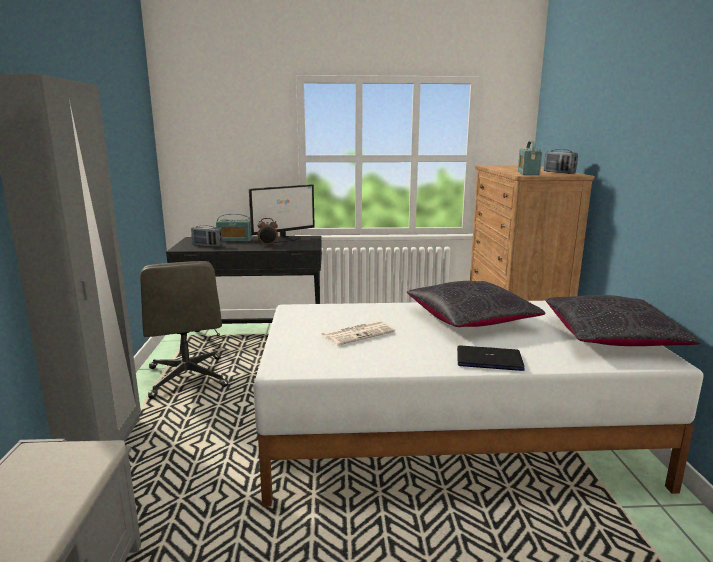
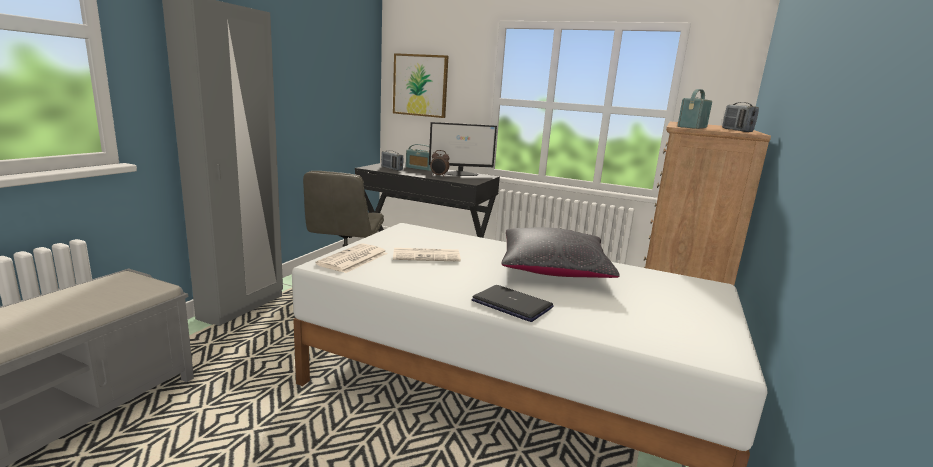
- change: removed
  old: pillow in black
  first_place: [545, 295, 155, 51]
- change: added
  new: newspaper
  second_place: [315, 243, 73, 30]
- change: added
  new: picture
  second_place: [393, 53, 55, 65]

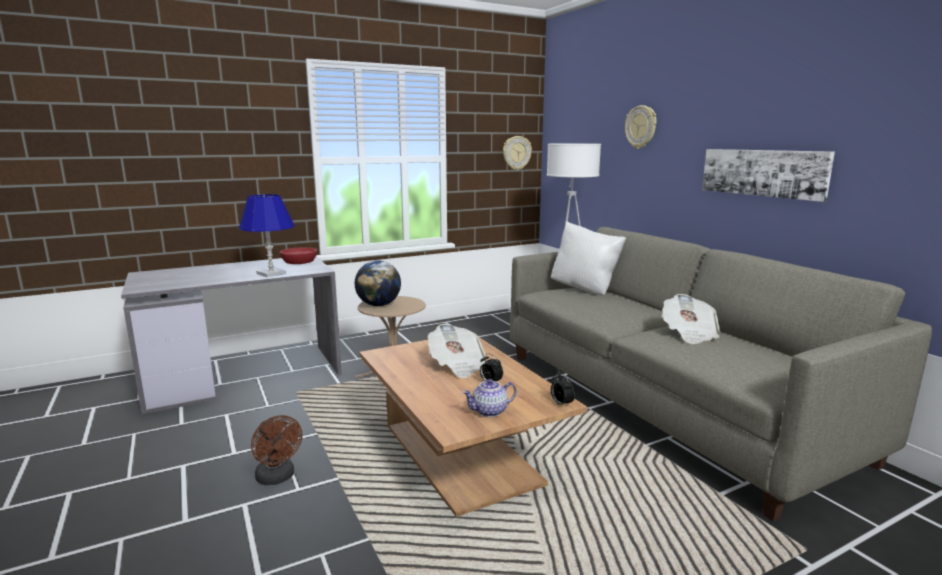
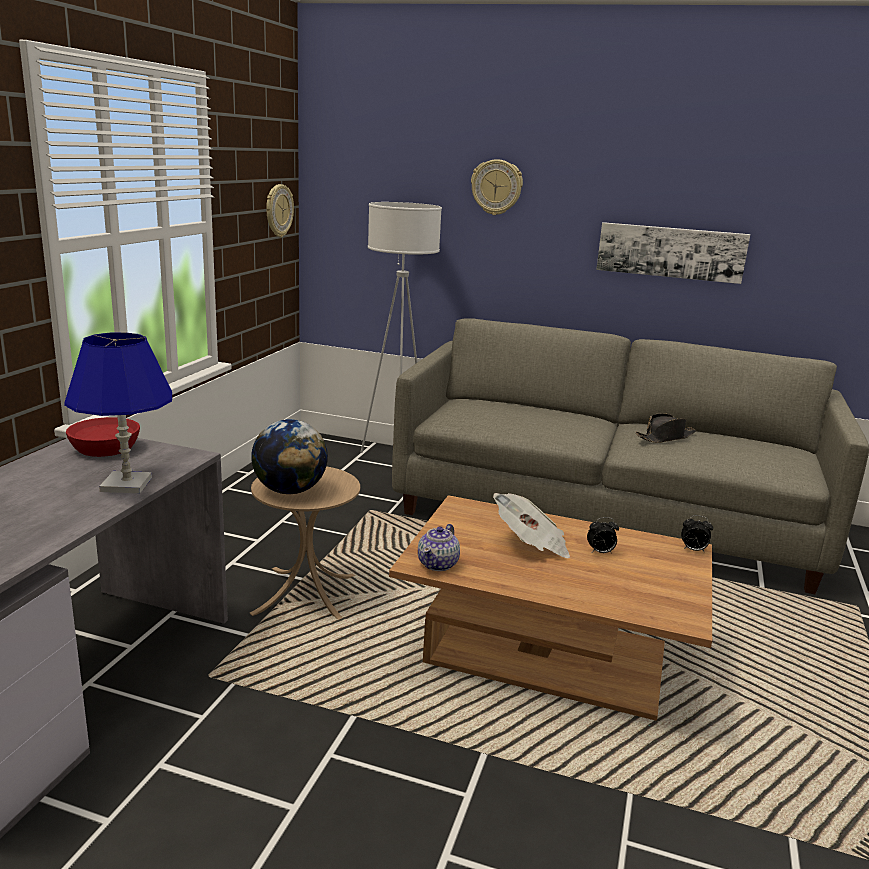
- change: removed
  old: fan in brown
  first_place: [251, 415, 51, 70]
- change: moved
  old: teapot
  first_place: [462, 379, 55, 38]
  second_place: [418, 524, 42, 47]
- change: removed
  old: pillow in white
  first_place: [551, 221, 75, 74]
- change: replaced
  old: newspaper
  new: hat in black
  first_place: [662, 294, 58, 50]
  second_place: [635, 413, 61, 30]

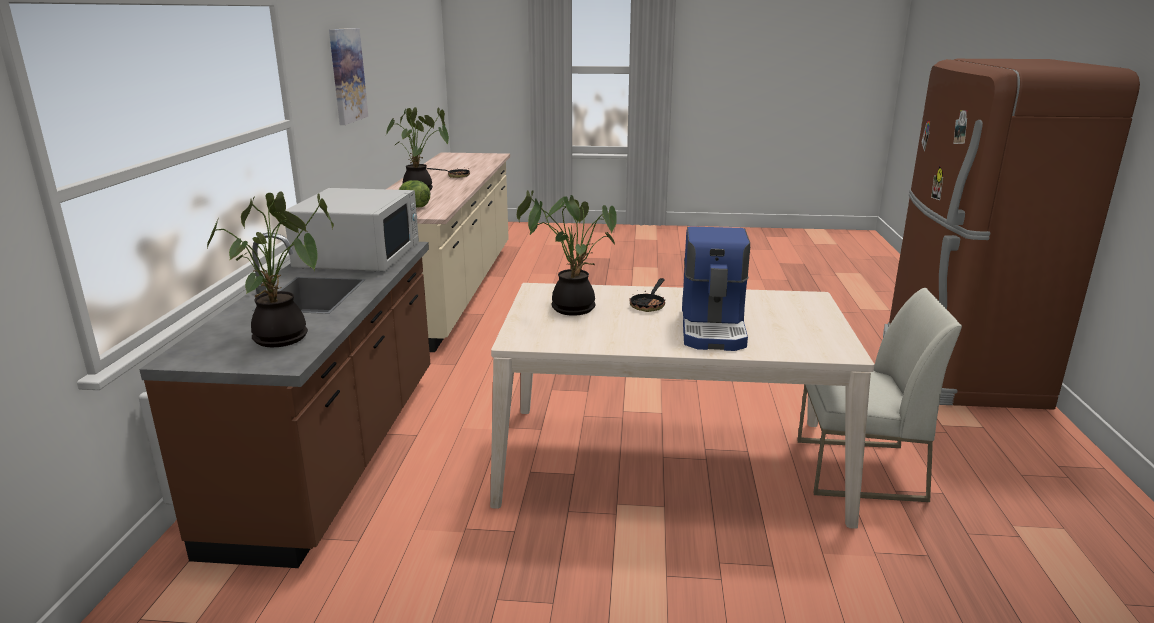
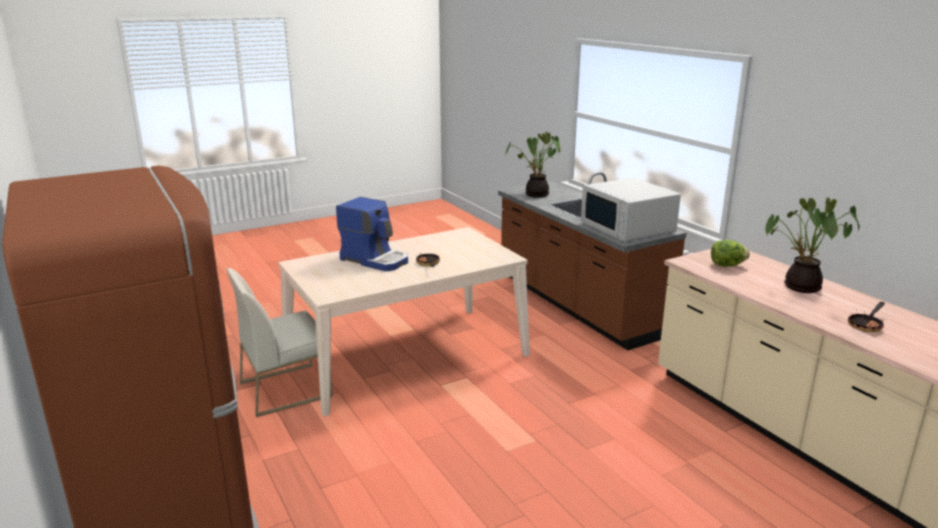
- change: removed
  old: picture
  first_place: [329, 28, 39, 97]
- change: removed
  old: potted plant
  first_place: [517, 190, 100, 126]
- change: turned
  old: coffee machine
  first_place: [682, 226, 68, 125]
  second_place: [336, 197, 72, 74]
  degrees: 150

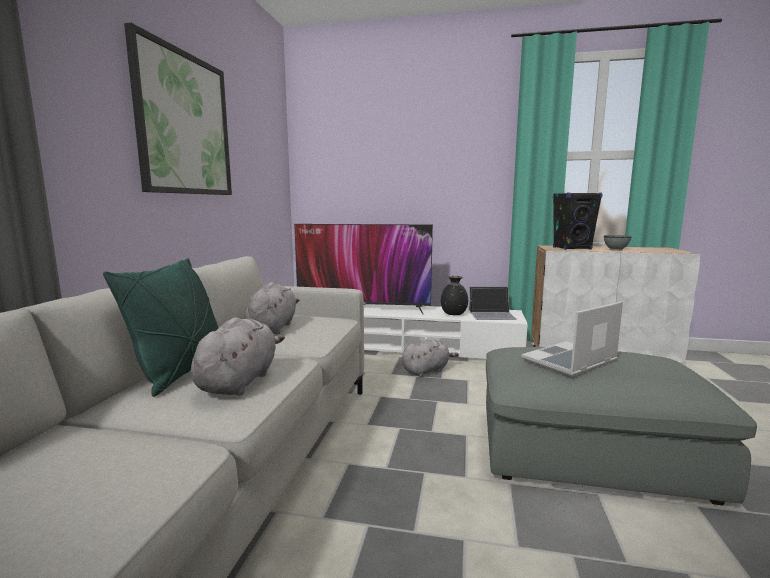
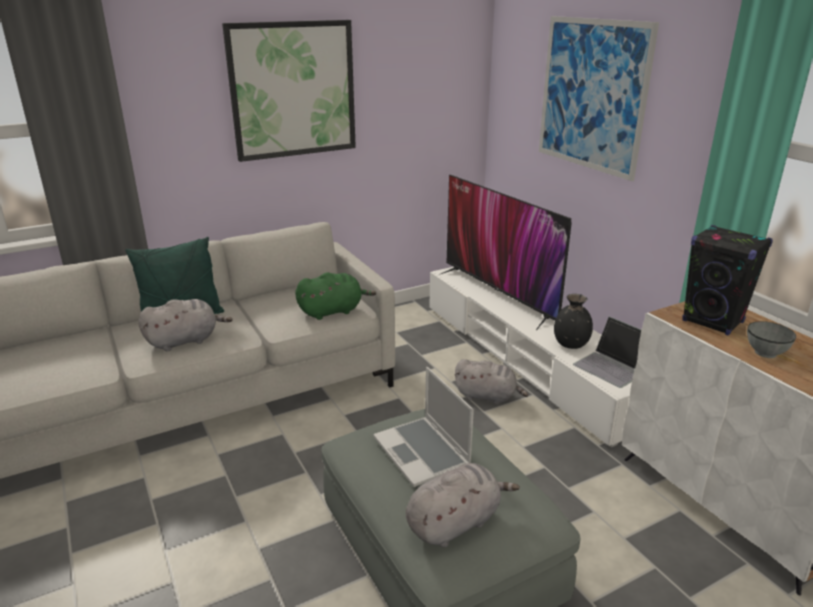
- change: moved
  old: plush toy in grey
  first_place: [244, 282, 55, 53]
  second_place: [406, 463, 114, 84]
- change: turned
  old: laptop
  first_place: [521, 301, 102, 76]
  second_place: [373, 367, 101, 120]
  degrees: -135
- change: added
  new: plush toy in green
  second_place: [295, 273, 81, 47]
- change: added
  new: picture
  second_place: [539, 16, 120, 165]

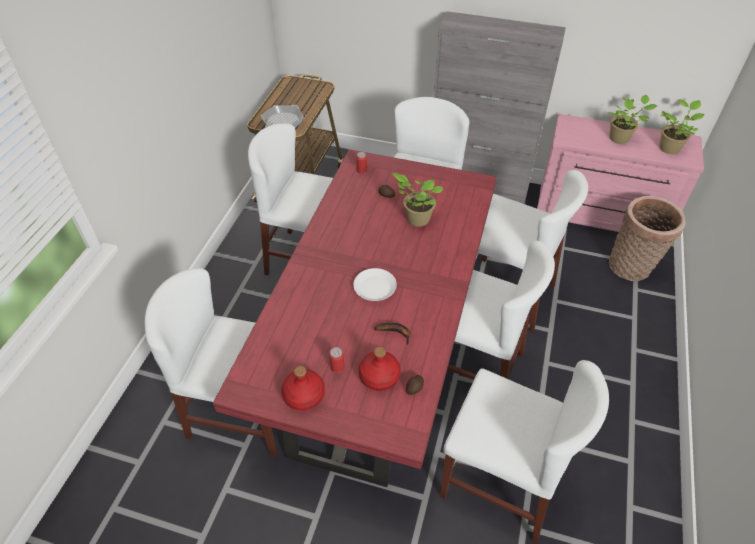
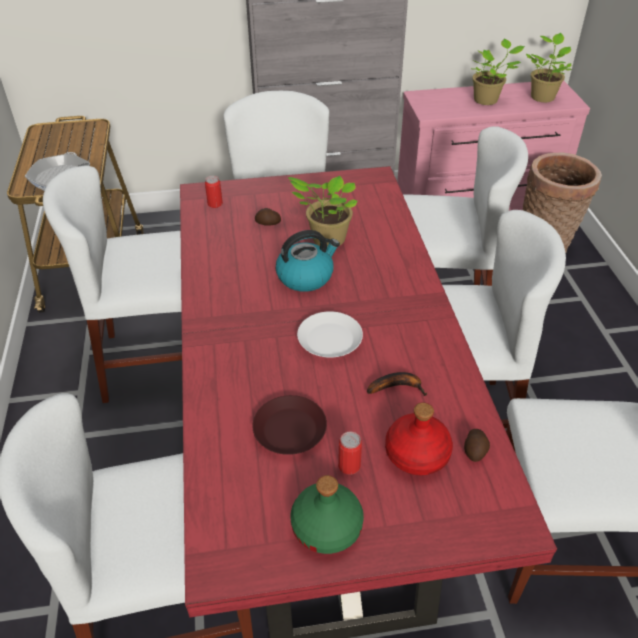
- change: recoloured
  old: bottle in red
  new: bottle in green
  first_place: [281, 365, 44, 45]
  second_place: [290, 475, 74, 79]
- change: added
  new: plate in brown
  second_place: [252, 395, 75, 60]
- change: added
  new: kettle
  second_place: [276, 230, 64, 61]

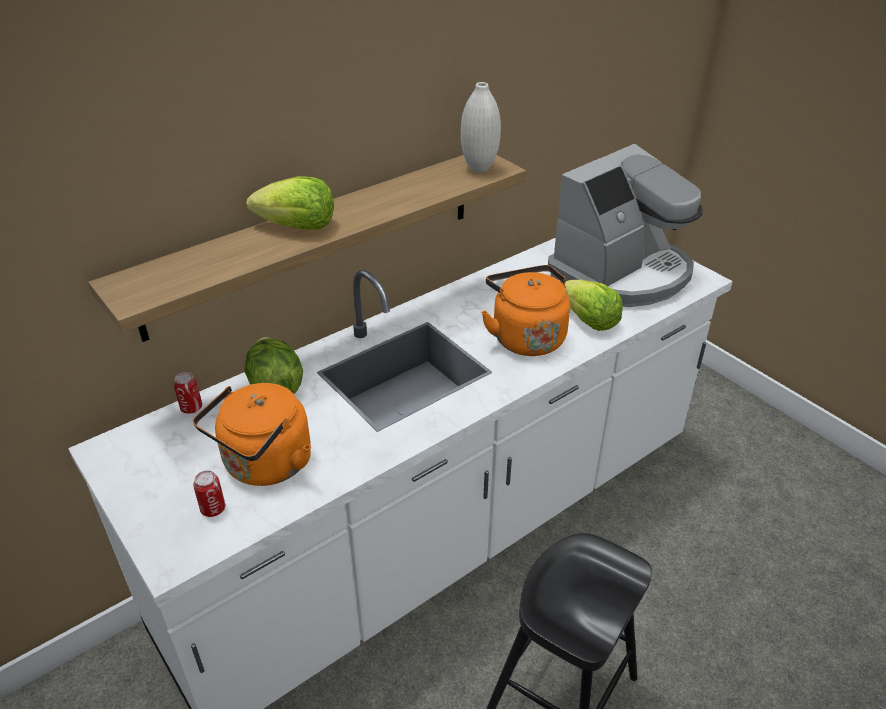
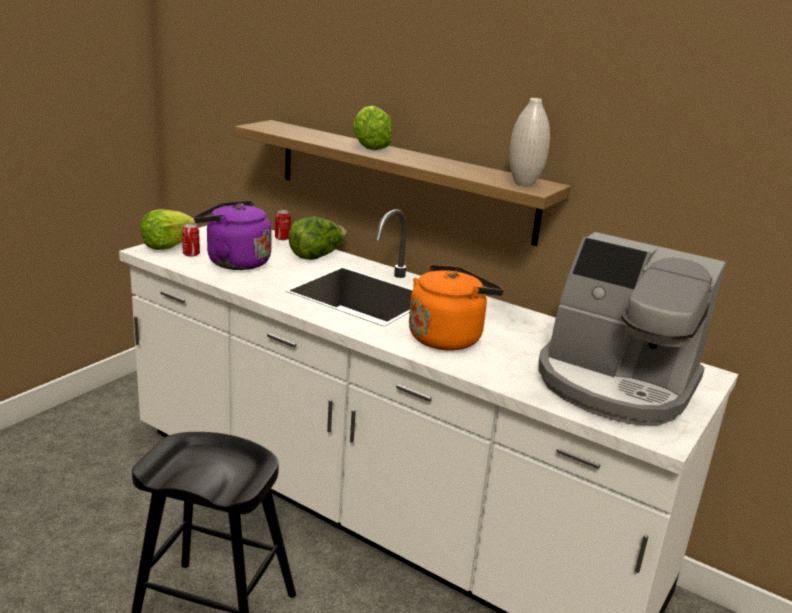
- change: recoloured
  old: kettle in orange
  new: kettle in purple
  first_place: [193, 383, 118, 103]
  second_place: [194, 201, 78, 69]
- change: moved
  old: lettuce
  first_place: [565, 280, 58, 51]
  second_place: [140, 209, 56, 41]

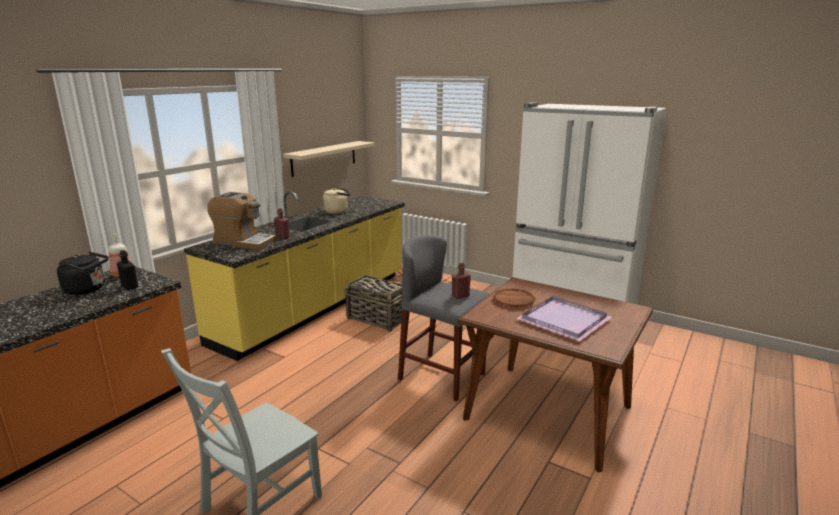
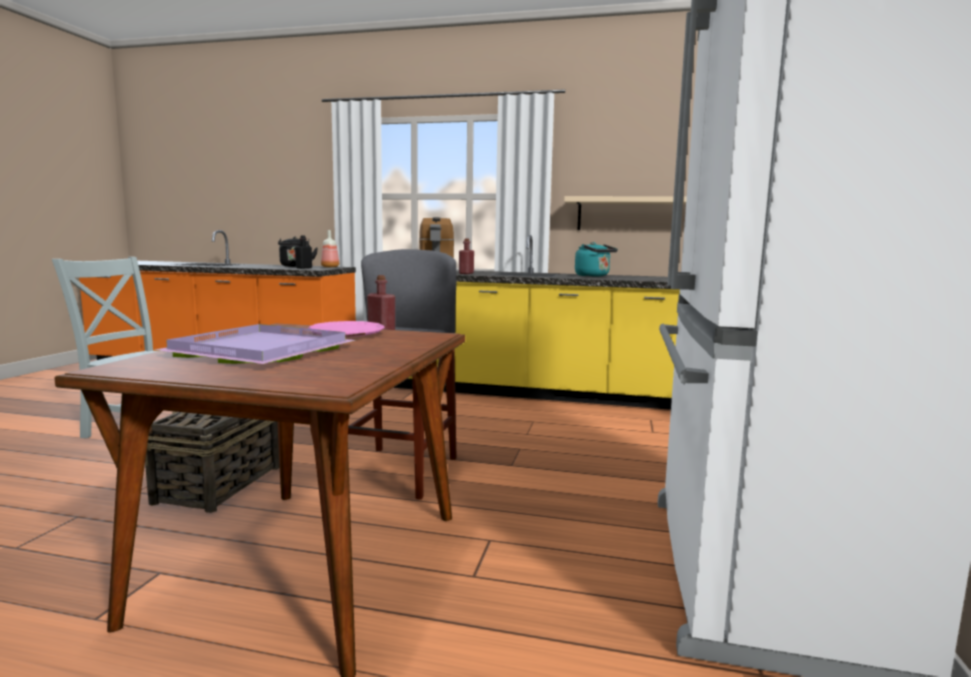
- change: recoloured
  old: kettle in beige
  new: kettle in turquoise
  first_place: [323, 187, 27, 27]
  second_place: [575, 242, 43, 35]
- change: moved
  old: basket
  first_place: [344, 275, 58, 57]
  second_place: [145, 411, 135, 102]
- change: recoloured
  old: plate in brown
  new: plate in pink
  first_place: [493, 289, 43, 18]
  second_place: [308, 321, 77, 16]

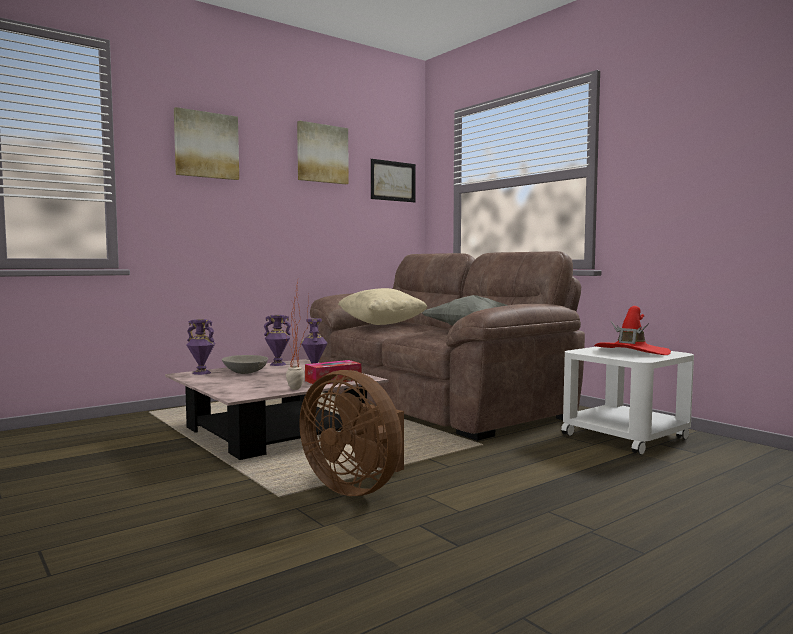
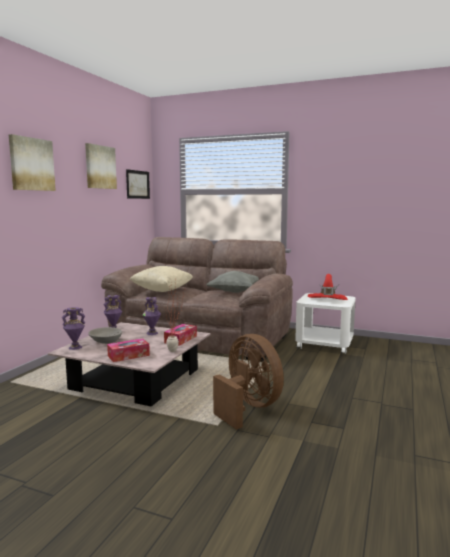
- change: turned
  old: fan in brown
  first_place: [299, 370, 105, 126]
  second_place: [213, 334, 71, 96]
  degrees: -135
- change: added
  new: tissue box
  second_place: [107, 338, 43, 24]

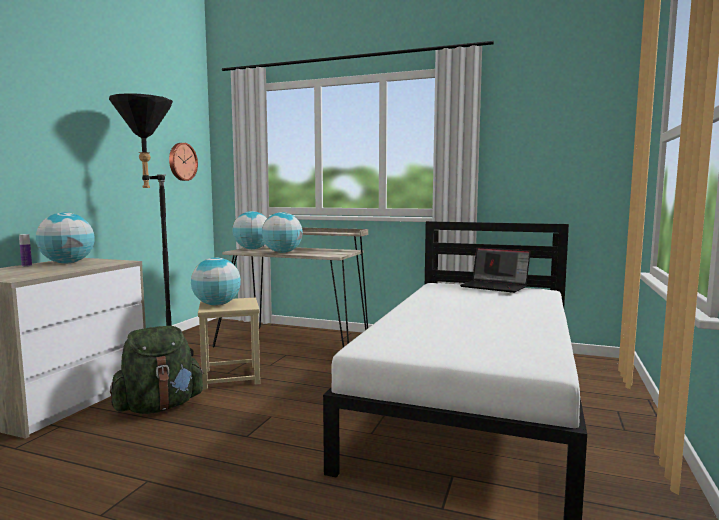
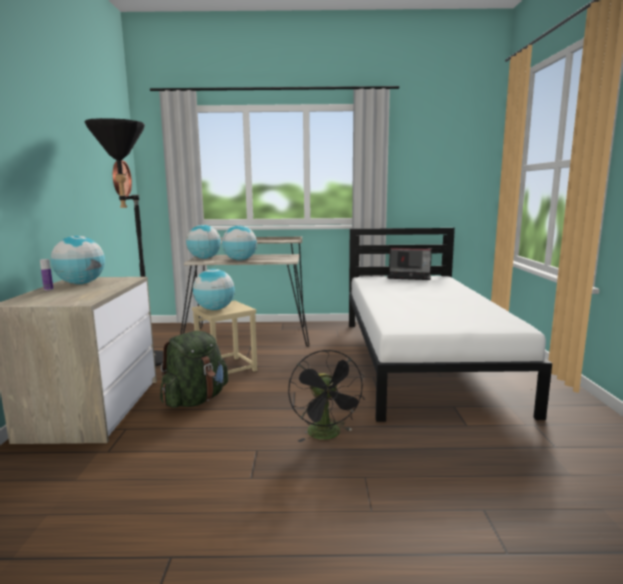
- change: added
  new: fan in black
  second_place: [288, 349, 77, 93]

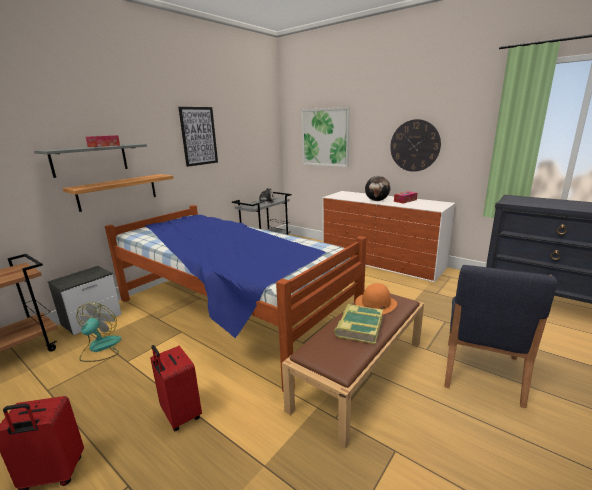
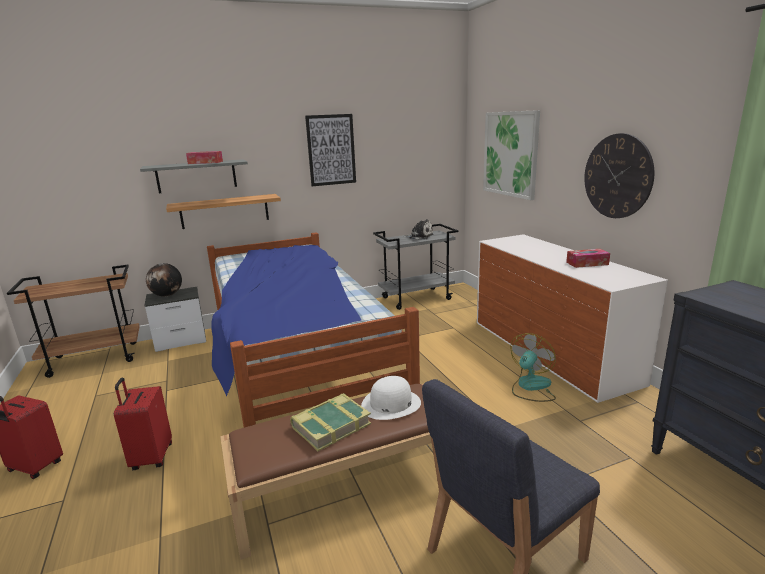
- change: moved
  old: fan
  first_place: [76, 303, 45, 59]
  second_place: [510, 333, 46, 69]
- change: recoloured
  old: hat in orange
  new: hat in white
  first_place: [355, 283, 42, 32]
  second_place: [361, 376, 60, 44]
- change: moved
  old: globe
  first_place: [365, 176, 25, 25]
  second_place: [146, 263, 36, 34]

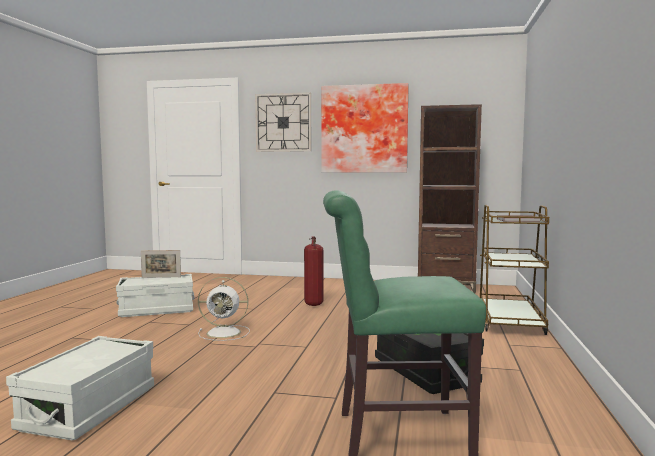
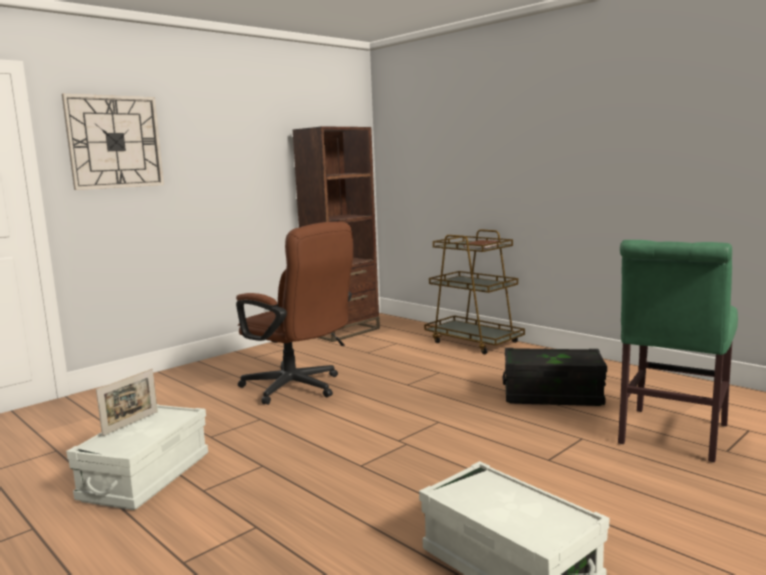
- change: removed
  old: fan in white
  first_place: [198, 277, 52, 64]
- change: replaced
  old: fire extinguisher
  new: office chair in brown
  first_place: [304, 236, 20, 70]
  second_place: [236, 222, 117, 183]
- change: removed
  old: picture
  first_place: [321, 83, 88, 90]

